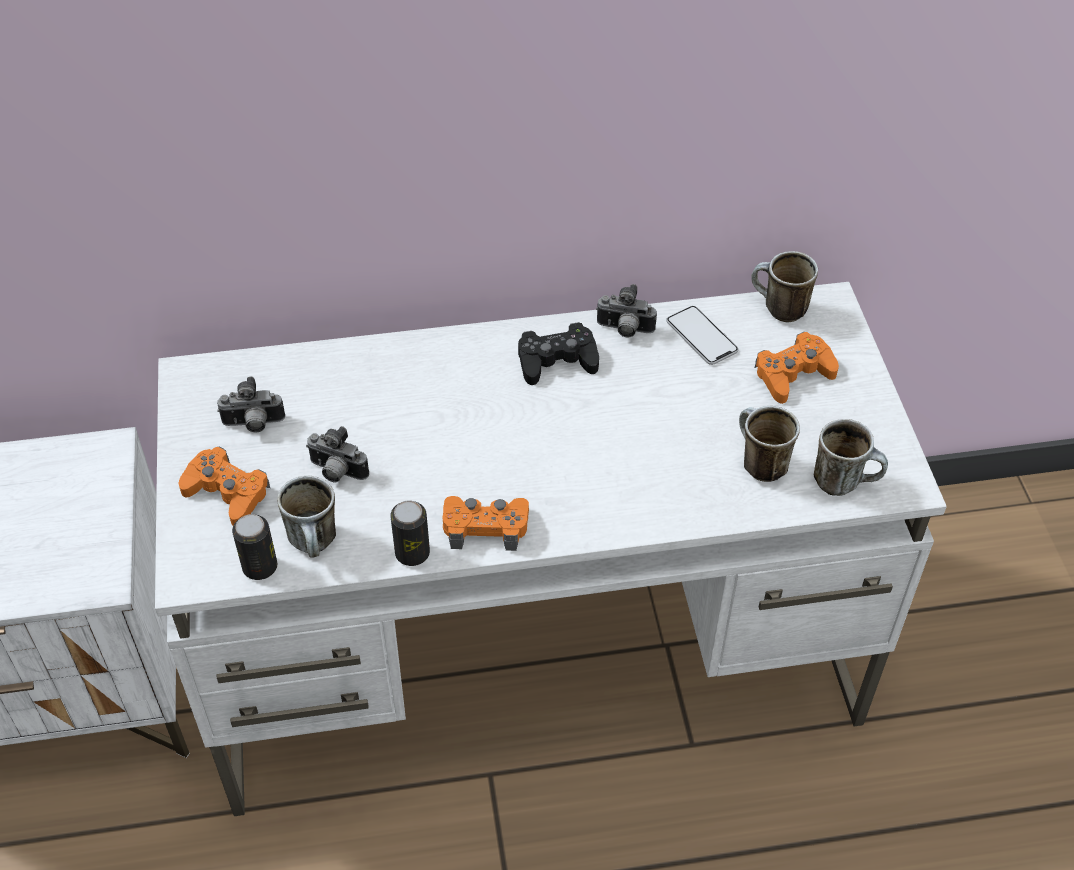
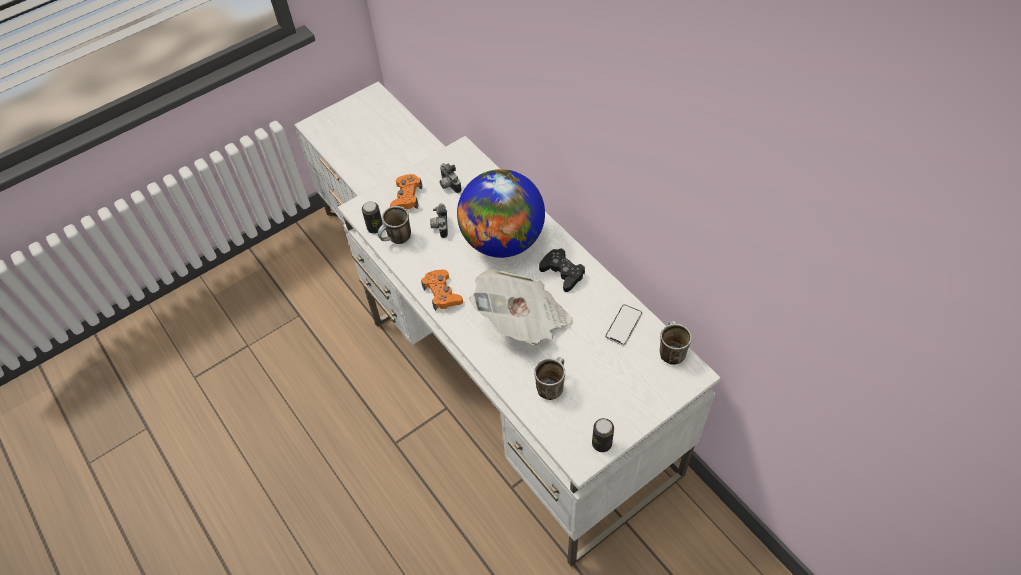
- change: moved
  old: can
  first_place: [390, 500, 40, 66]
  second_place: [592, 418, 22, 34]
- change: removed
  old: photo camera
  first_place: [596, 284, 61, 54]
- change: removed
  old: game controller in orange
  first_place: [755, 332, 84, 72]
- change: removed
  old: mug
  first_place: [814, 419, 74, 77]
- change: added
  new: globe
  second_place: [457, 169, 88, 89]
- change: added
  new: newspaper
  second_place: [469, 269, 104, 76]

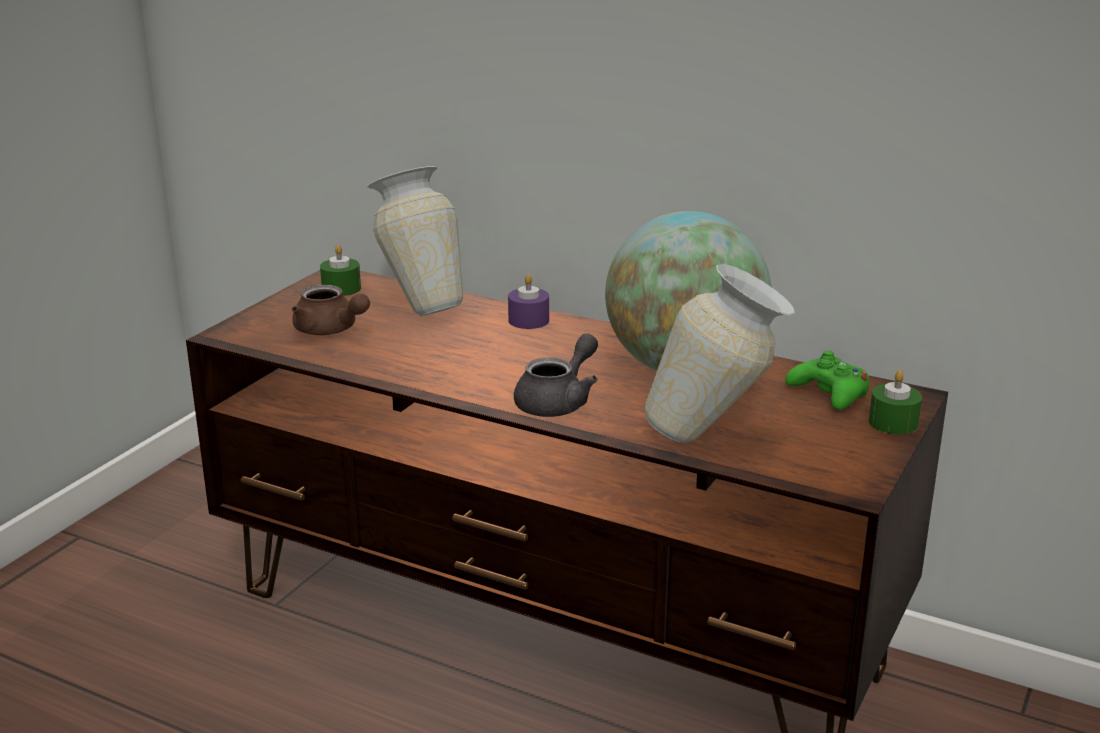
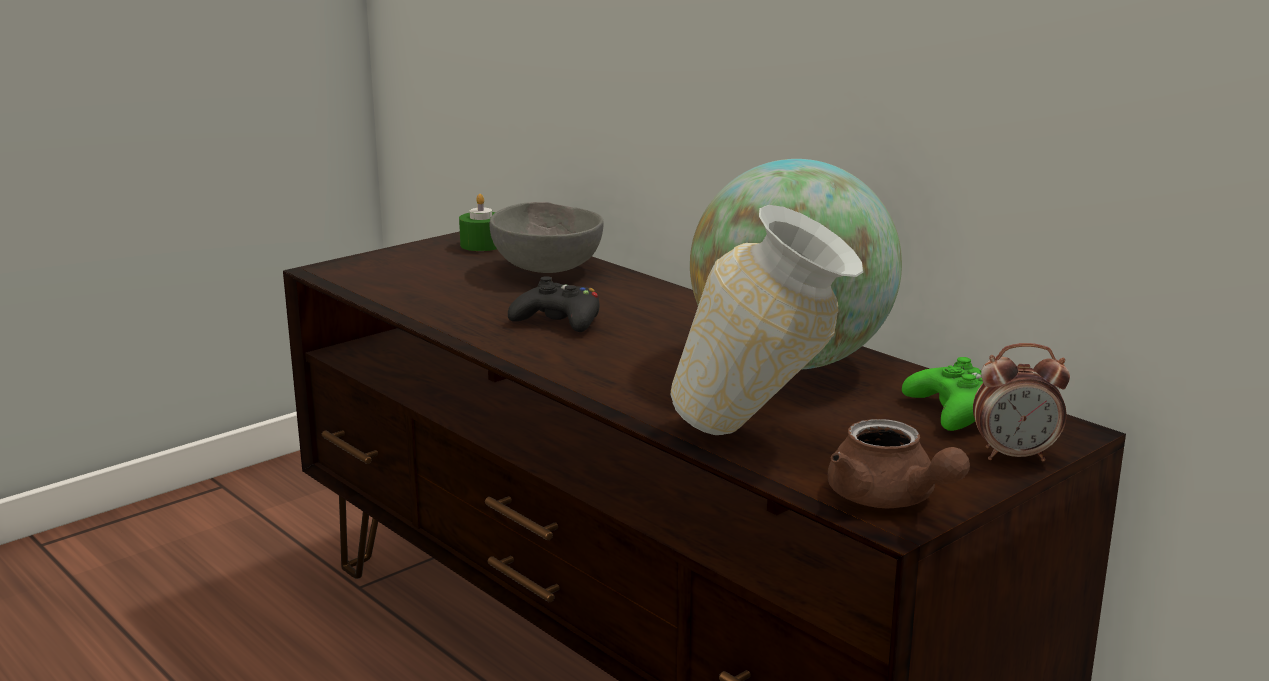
- change: moved
  old: teapot in brown
  first_place: [292, 285, 78, 50]
  second_place: [828, 419, 142, 89]
- change: replaced
  old: vase
  new: bowl in grey
  first_place: [367, 166, 96, 150]
  second_place: [490, 202, 114, 71]
- change: removed
  old: candle in purple
  first_place: [508, 274, 41, 55]
- change: removed
  old: teapot in grey
  first_place: [514, 334, 84, 83]
- change: replaced
  old: candle in green
  new: alarm clock
  first_place: [869, 370, 53, 64]
  second_place: [973, 343, 97, 118]
- change: added
  new: game controller in black
  second_place: [508, 276, 91, 56]

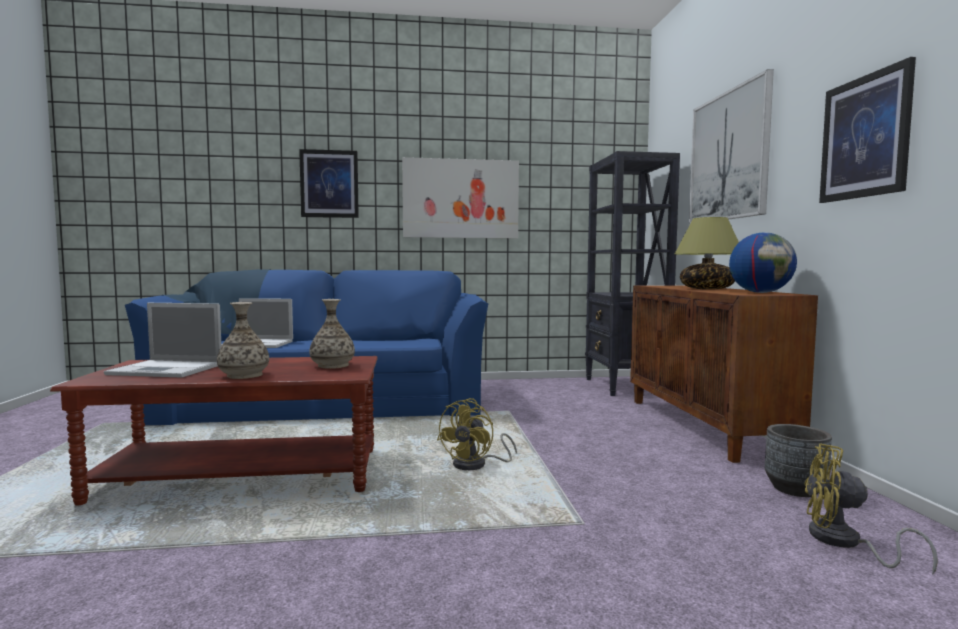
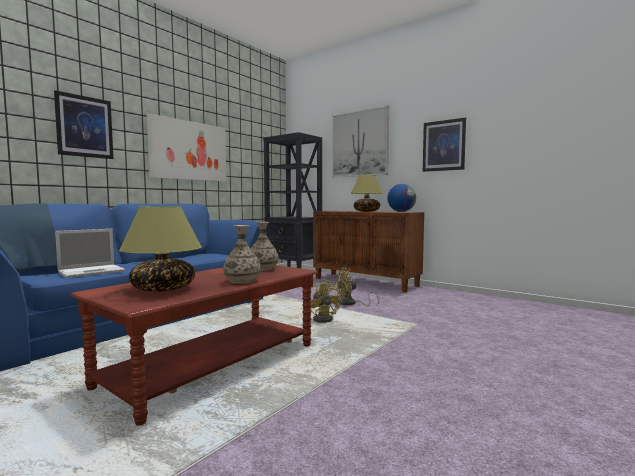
- change: replaced
  old: laptop
  new: table lamp
  first_place: [104, 303, 118, 75]
  second_place: [119, 206, 83, 86]
- change: removed
  old: planter in grey
  first_place: [765, 424, 67, 73]
- change: moved
  old: fan in yellow
  first_place: [804, 443, 134, 132]
  second_place: [334, 268, 45, 38]

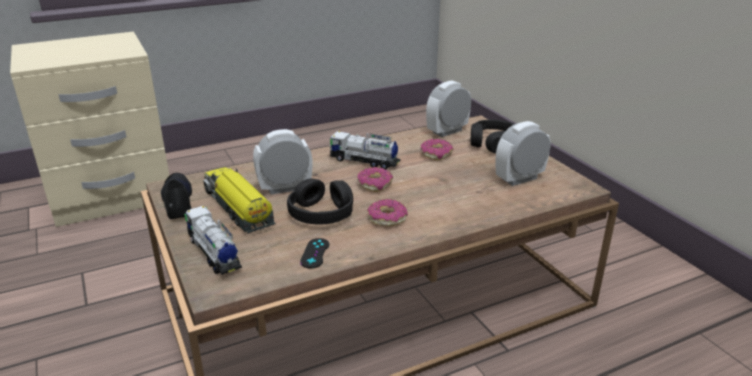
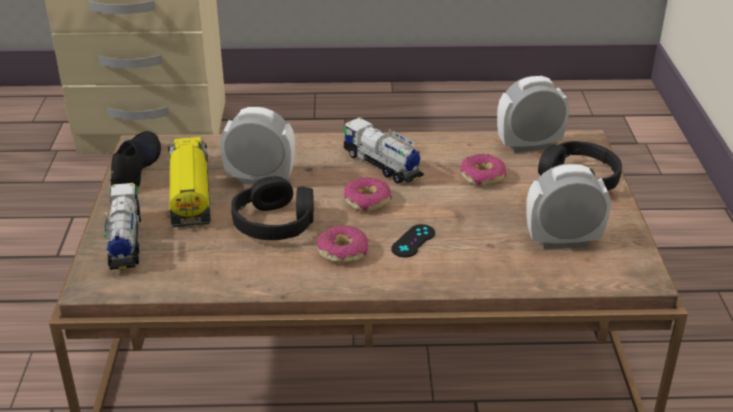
- change: moved
  old: game controller in black
  first_place: [300, 238, 29, 30]
  second_place: [391, 224, 44, 34]

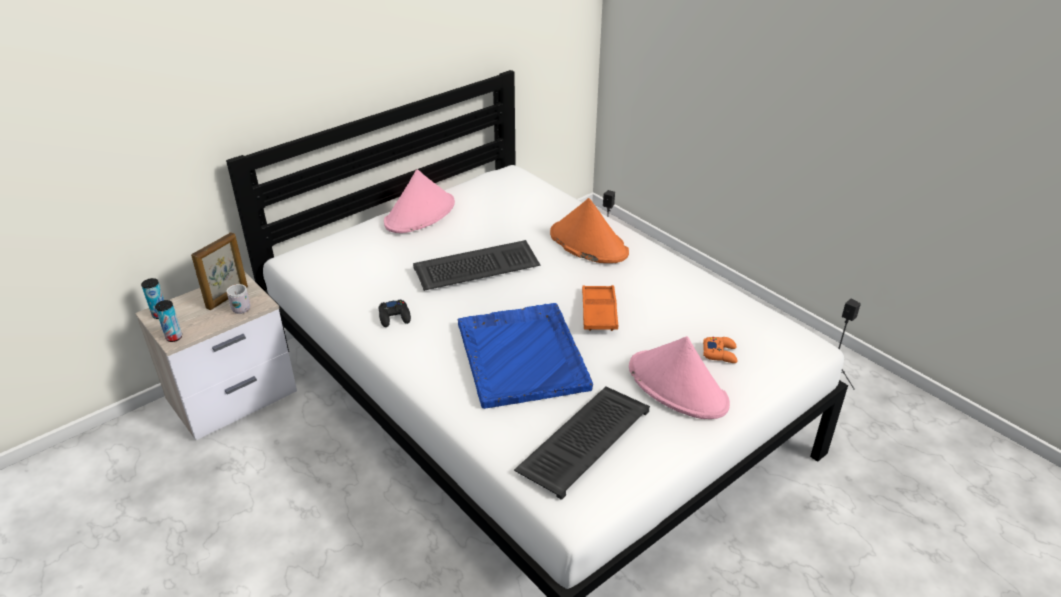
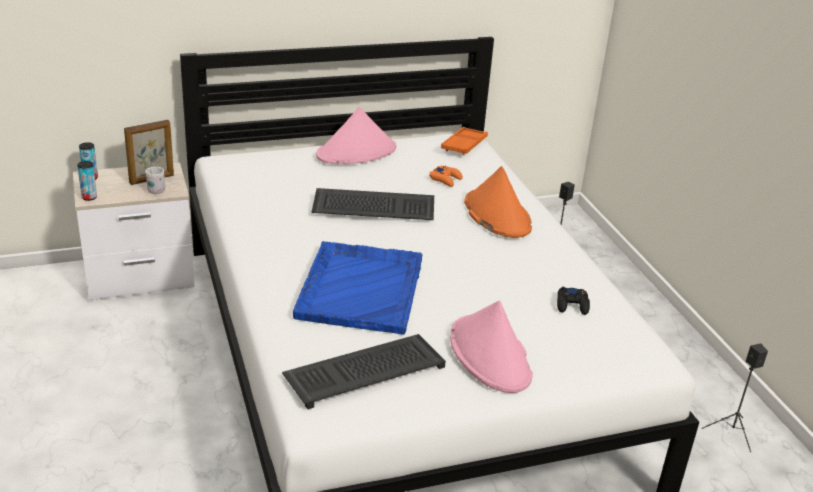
- change: moved
  old: game controller in black
  first_place: [379, 300, 32, 27]
  second_place: [557, 287, 33, 28]
- change: moved
  old: tray in orange
  first_place: [582, 285, 36, 46]
  second_place: [441, 127, 47, 28]
- change: moved
  old: game controller in orange
  first_place: [703, 337, 34, 26]
  second_place: [429, 166, 34, 21]

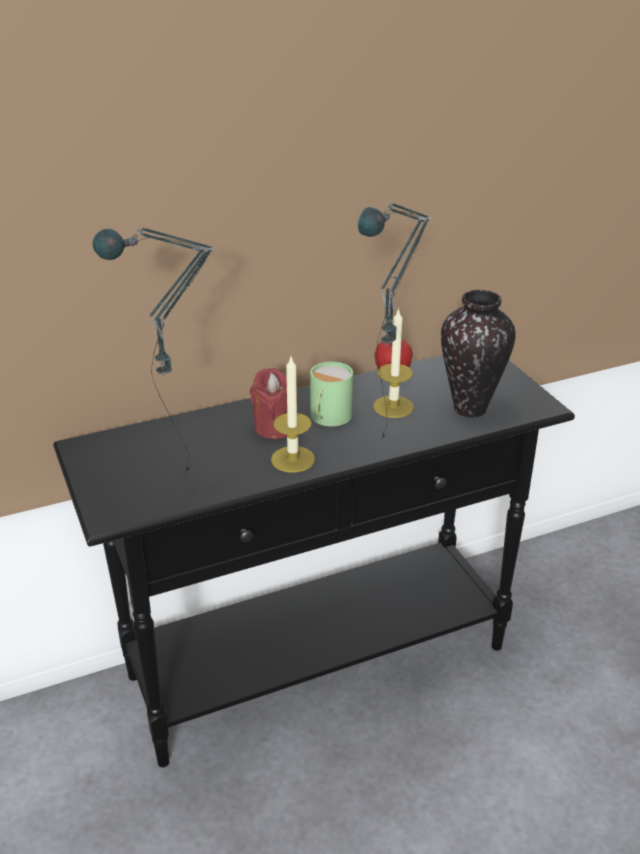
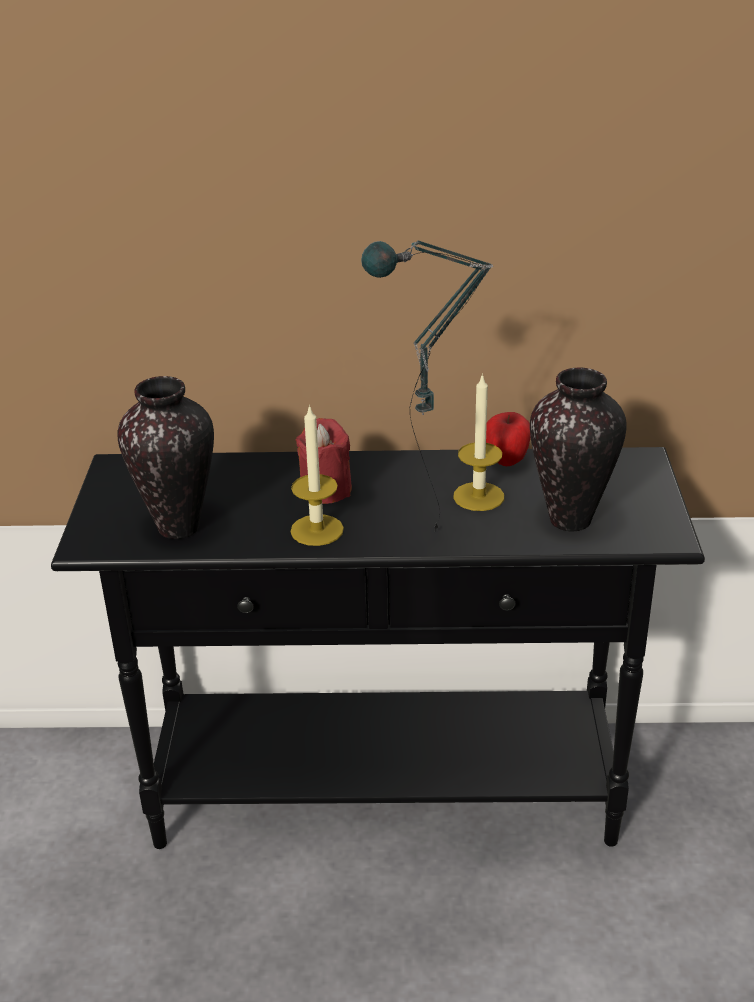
- change: replaced
  old: table lamp
  new: vase
  first_place: [92, 227, 122, 246]
  second_place: [117, 376, 97, 163]
- change: removed
  old: mug in green
  first_place: [308, 362, 45, 65]

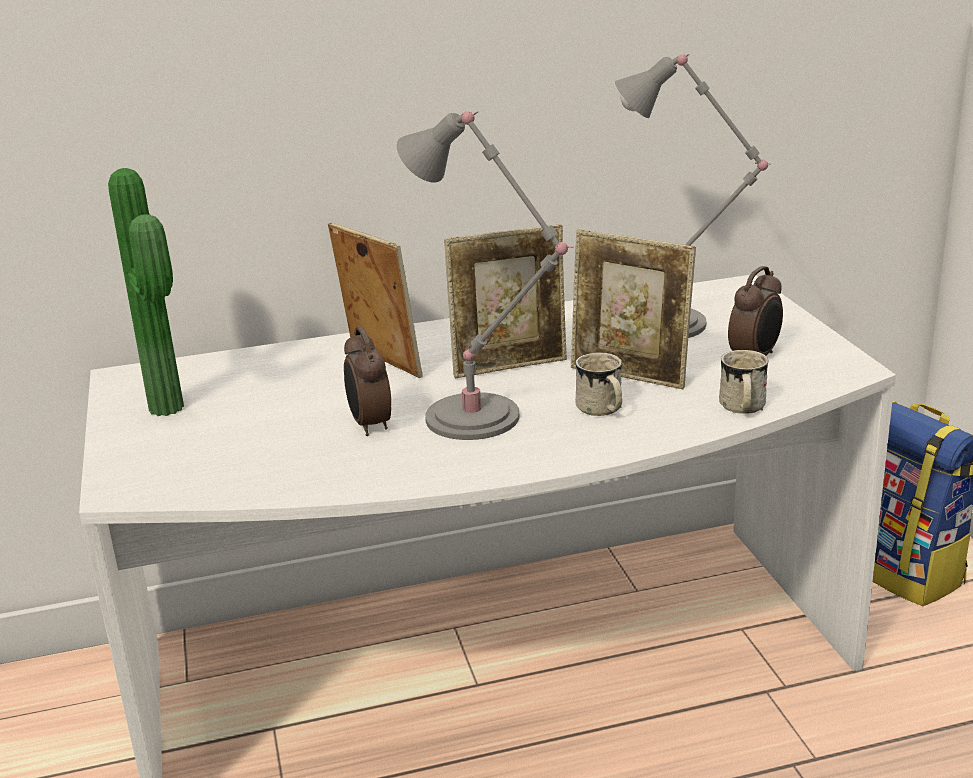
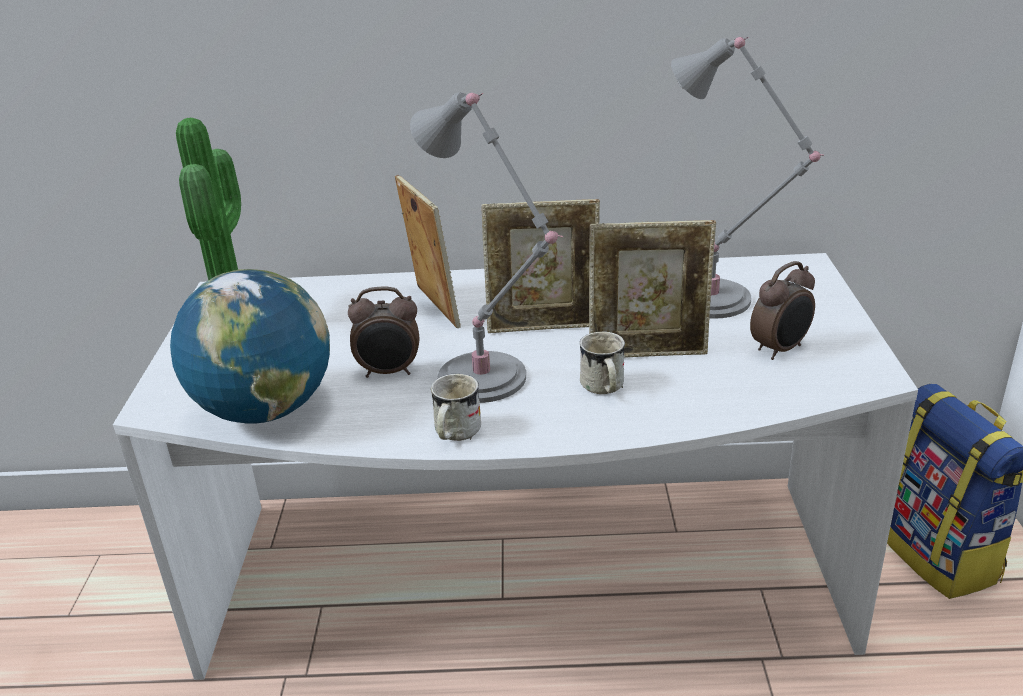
- change: turned
  old: alarm clock
  first_place: [344, 327, 47, 109]
  second_place: [348, 286, 71, 92]
  degrees: -90
- change: turned
  old: picture frame
  first_place: [571, 229, 125, 160]
  second_place: [589, 220, 127, 138]
  degrees: -45
- change: moved
  old: mug in white
  first_place: [719, 350, 50, 64]
  second_place: [431, 374, 50, 67]
- change: added
  new: globe
  second_place: [170, 269, 160, 155]

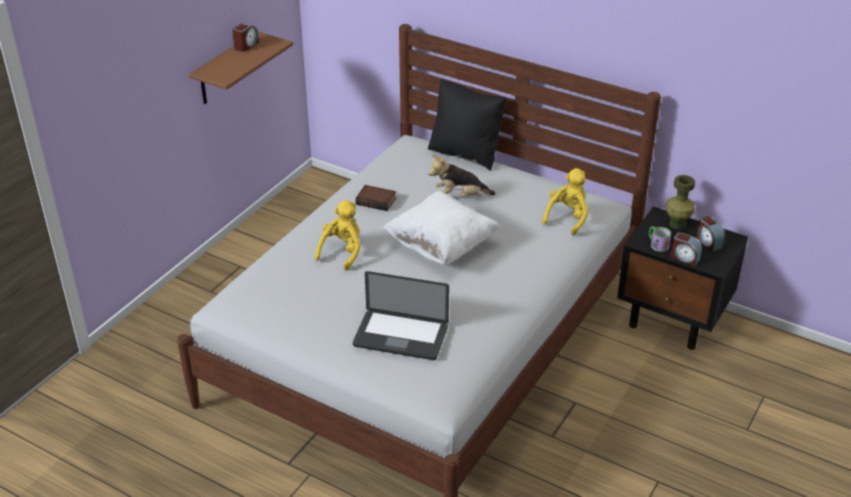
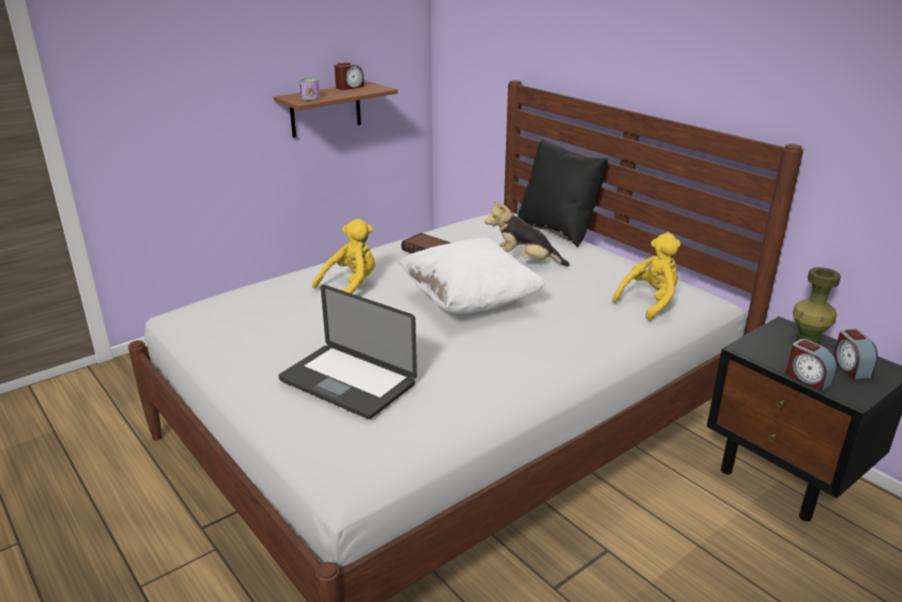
- change: moved
  old: mug
  first_place: [649, 226, 22, 26]
  second_place: [299, 78, 21, 23]

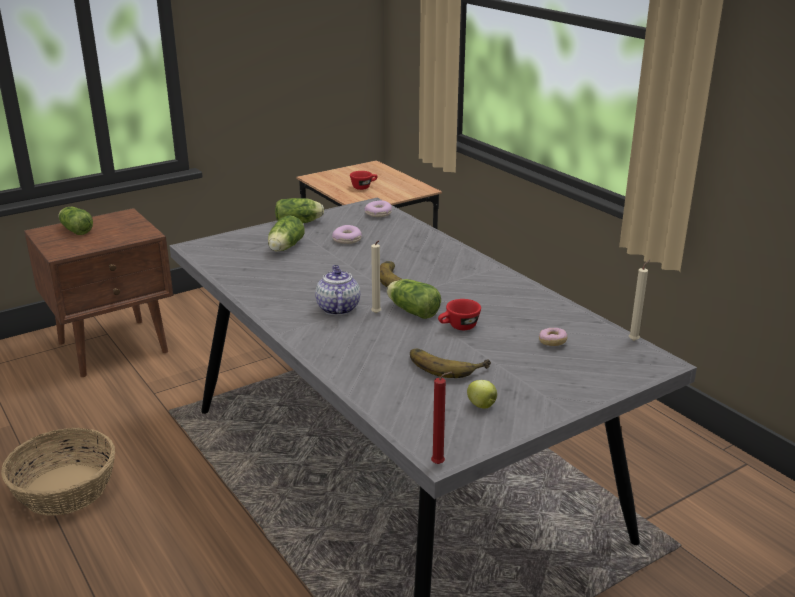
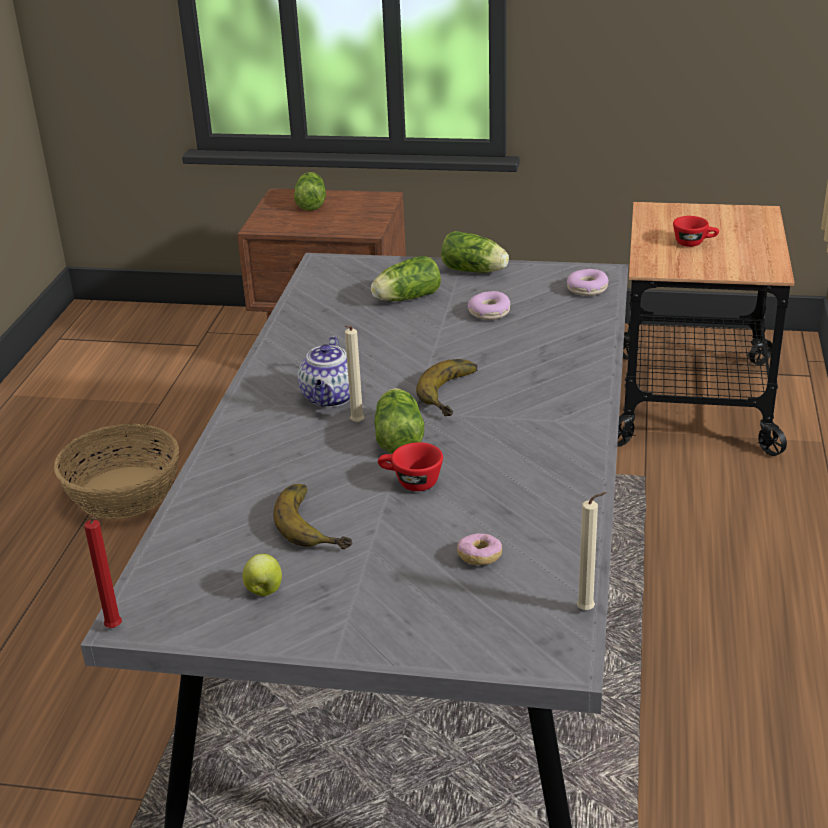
- change: turned
  old: teapot
  first_place: [315, 265, 45, 50]
  second_place: [298, 336, 52, 71]
  degrees: 150

